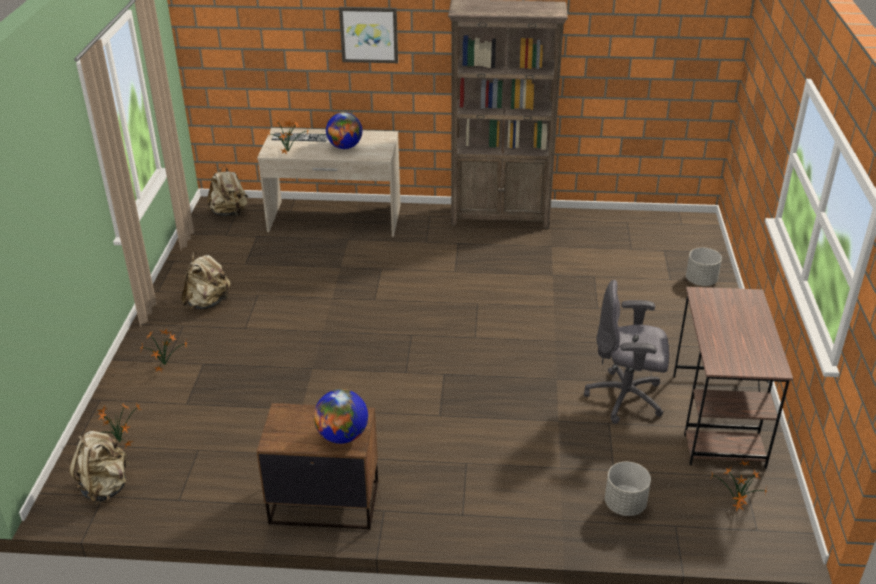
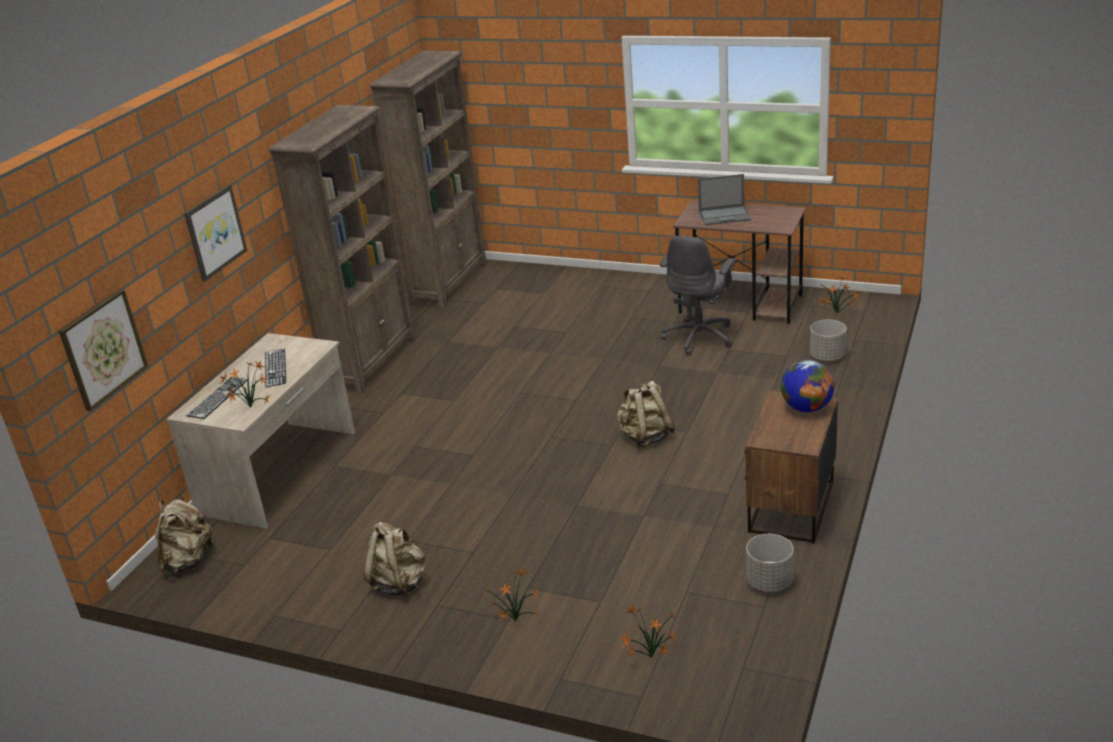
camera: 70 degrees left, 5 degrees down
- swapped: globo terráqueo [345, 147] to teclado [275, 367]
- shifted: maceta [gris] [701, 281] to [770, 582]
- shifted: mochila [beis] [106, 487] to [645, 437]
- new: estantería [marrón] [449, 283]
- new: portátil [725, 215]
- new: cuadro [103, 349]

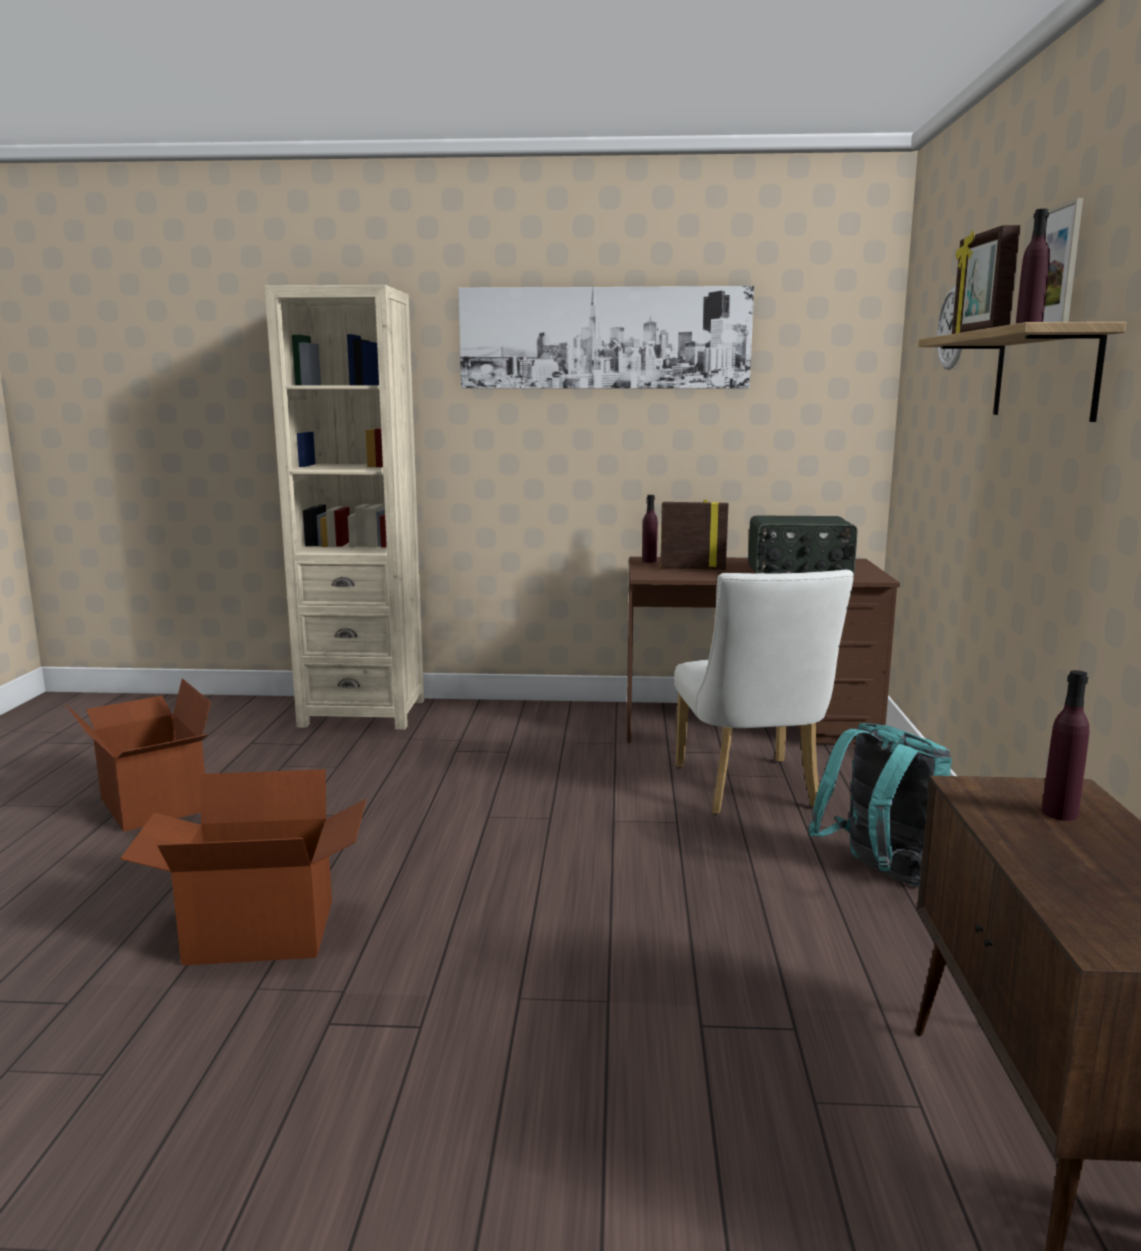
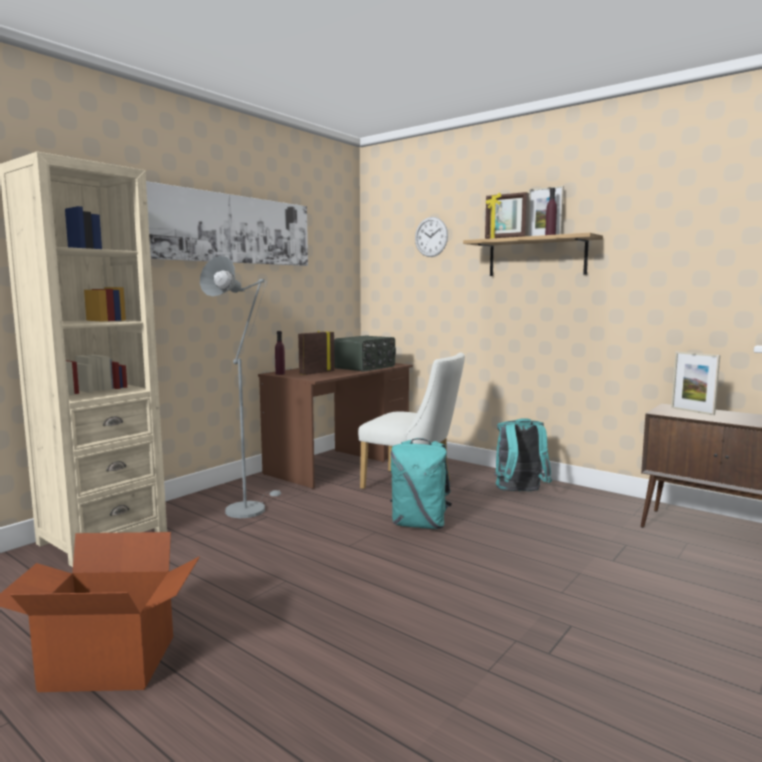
camera: 55 degrees left, 5 degrees down
- swapped: botella [morado] [1059, 813] to portarretratos [692, 411]
- gone: caja de cartón [260, 934]
- new: lámpara de pie [gris] [249, 507]
- new: mochila [turquesa] [420, 524]

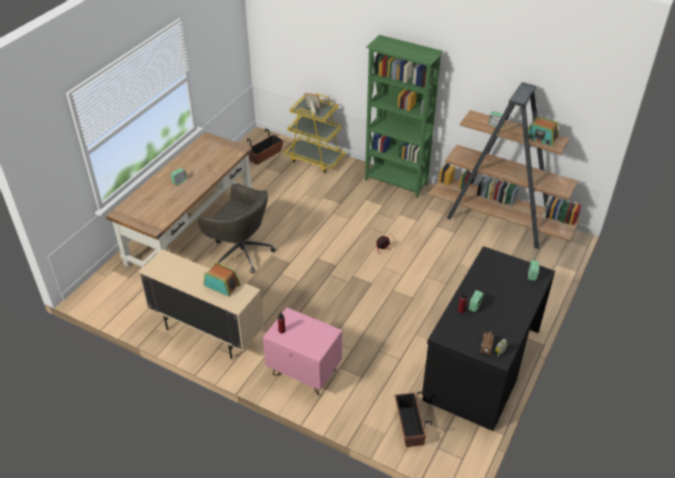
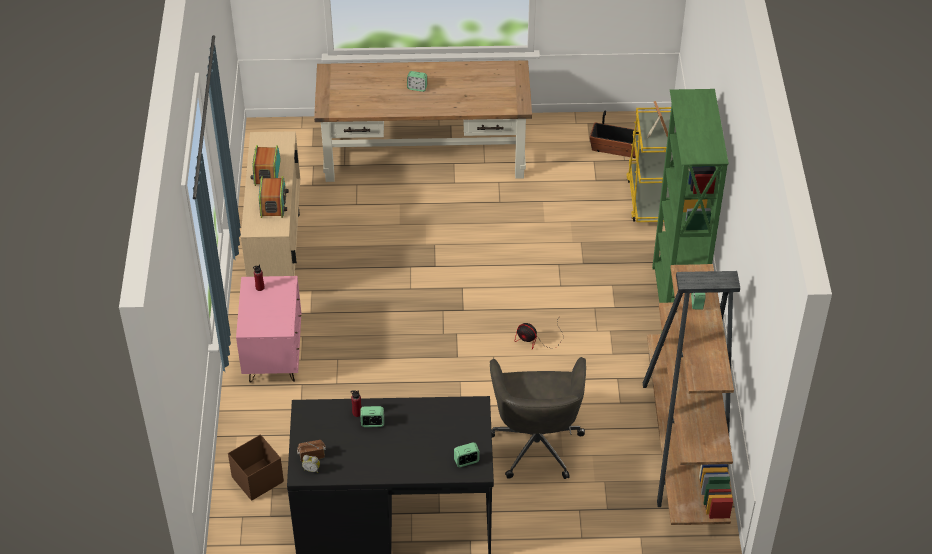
camera: 60 degrees right, 5 degrees up
- shifted: radio [541, 138] to [266, 172]
- shifted: silla de oficina [gris] [241, 252] to [536, 442]
- swapped: maceta [409, 426] to caja de almacenaje [marrón] [257, 480]

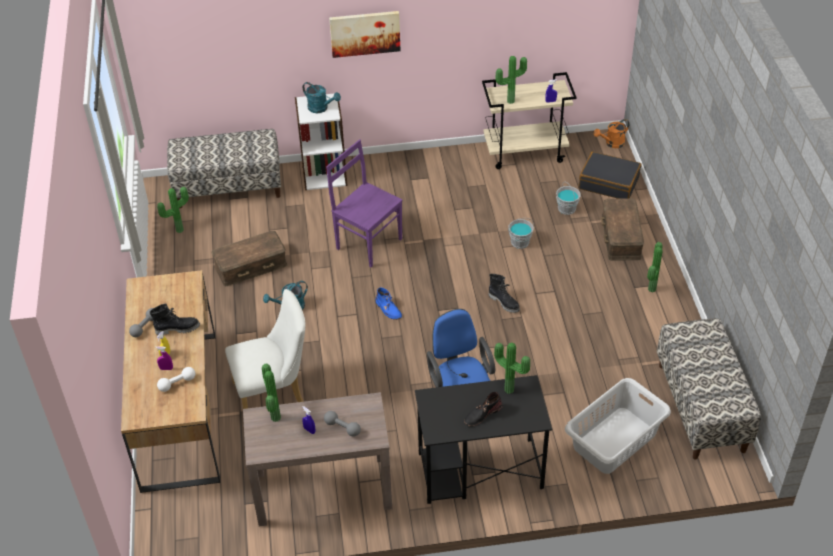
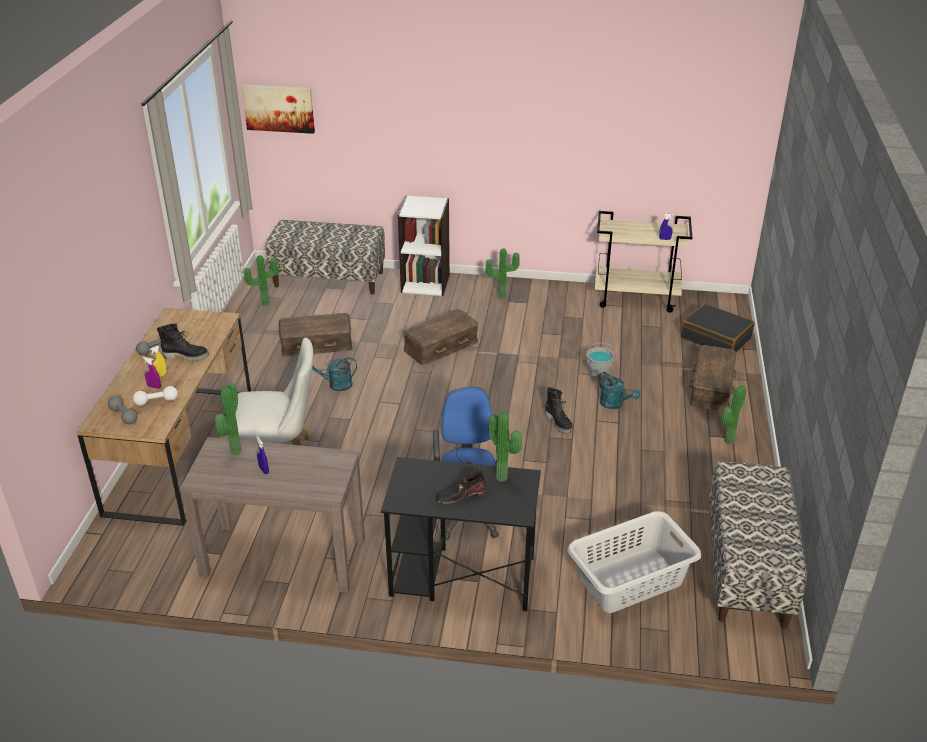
camera: 15 degrees right, 10 degrees down
- shifted: cuadro [365, 33] to [279, 108]
- shifted: planta en maceta [510, 100] to [501, 296]
- shifted: regadera [turquesa] [321, 108] to [614, 404]
- gone: regadera [naranja] [612, 144]
- swapped: silla [morado] [367, 243] to caja de almacenaje [marrón] [440, 345]
- gone: cubo [gris] [567, 208]
- gone: bota [azul] [388, 309]
- shifted: mancuerna [gris] [342, 428] to [123, 416]

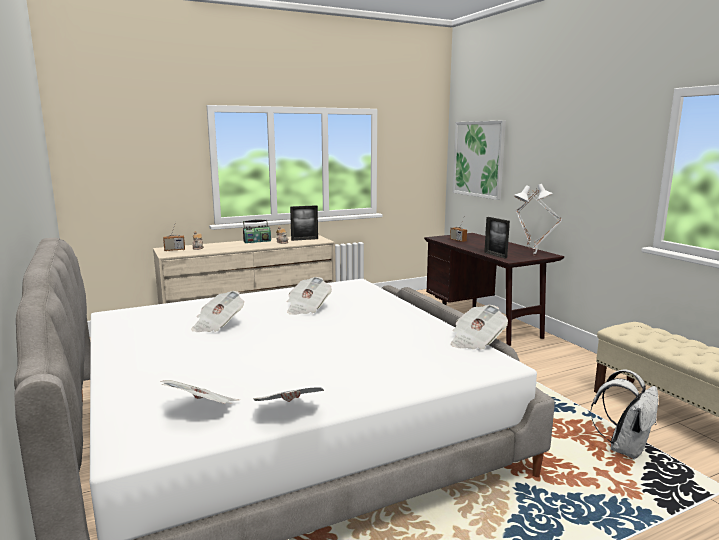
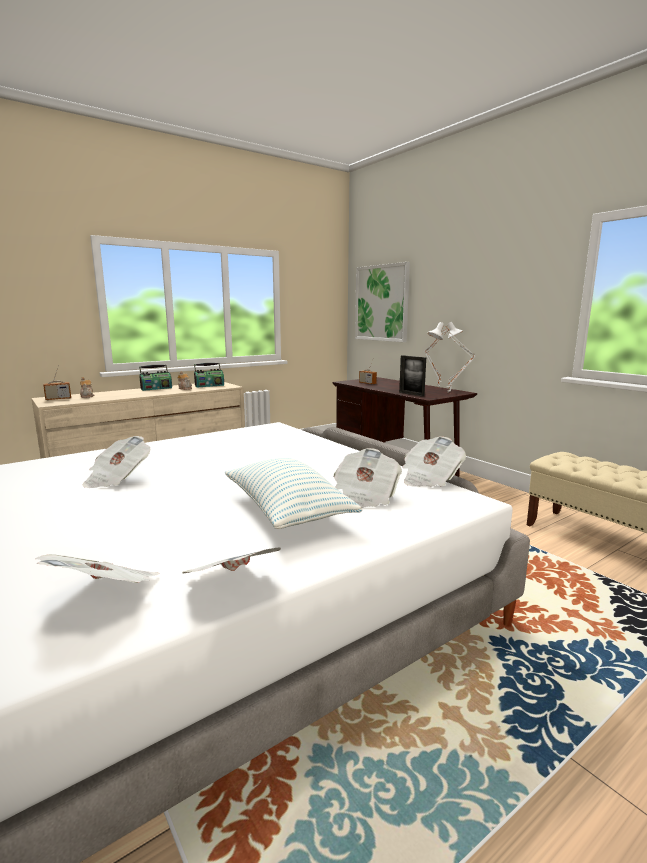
camera: 10 degrees left, 0 degrees up
- swapped: portarretratos [304, 239] to radio [209, 385]
- shifted: periódico [307, 308] to [365, 496]
- gone: mochila [blanco] [624, 448]
- new: cojín [287, 510]

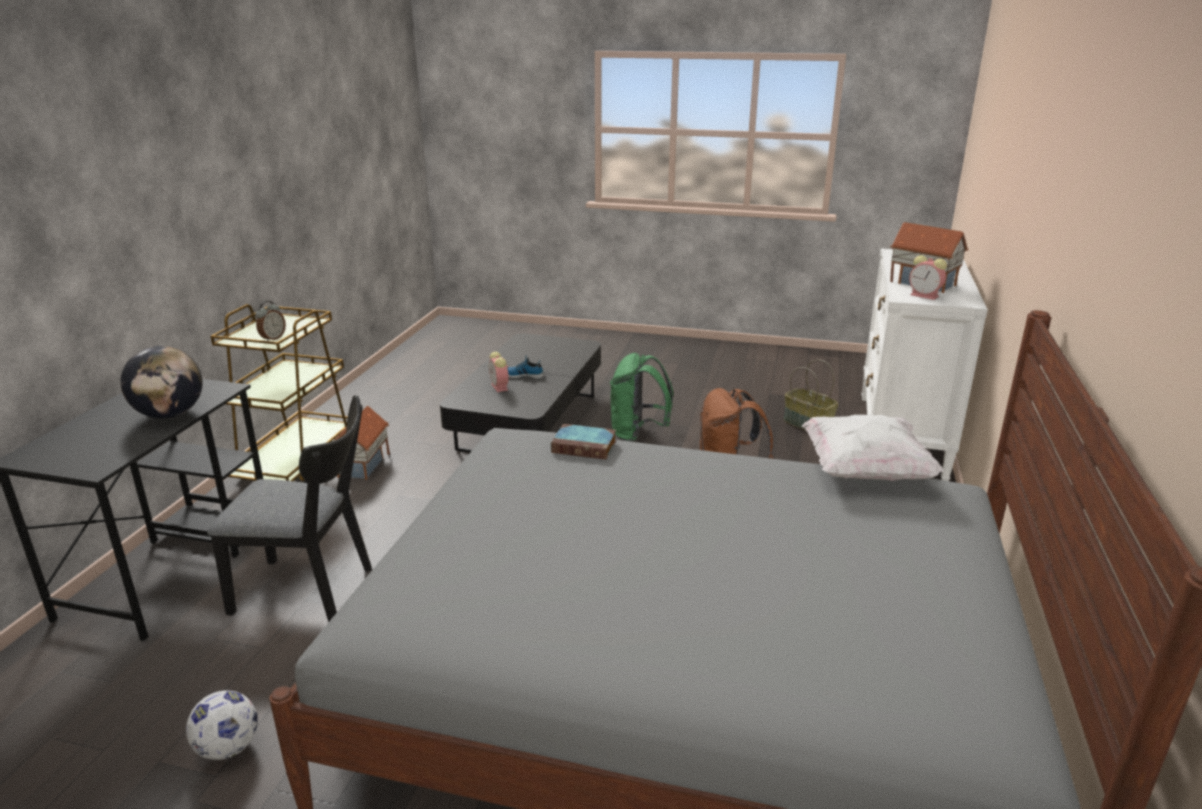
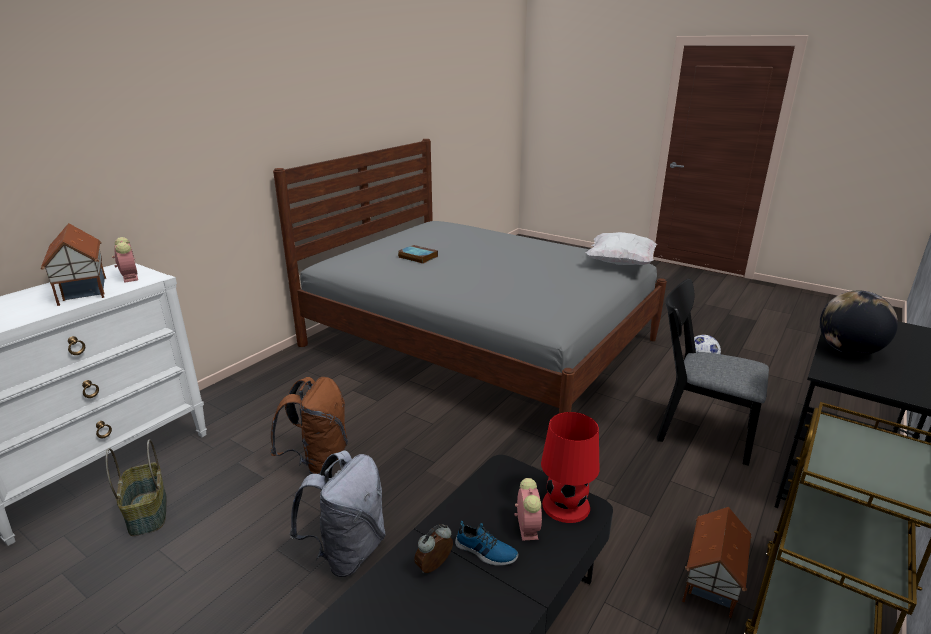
camera: 160 degrees left, 0 degrees up
- shifted: despertador [272, 338] to [435, 567]
- repainted: mochila [verde] [638, 434] to mochila [gris] [347, 551]
- shifted: cojín [blanco] [864, 471] to [620, 264]
- shifted: libro [585, 446] to [417, 257]
- new: lámpara de mesa [rojo] [565, 504]

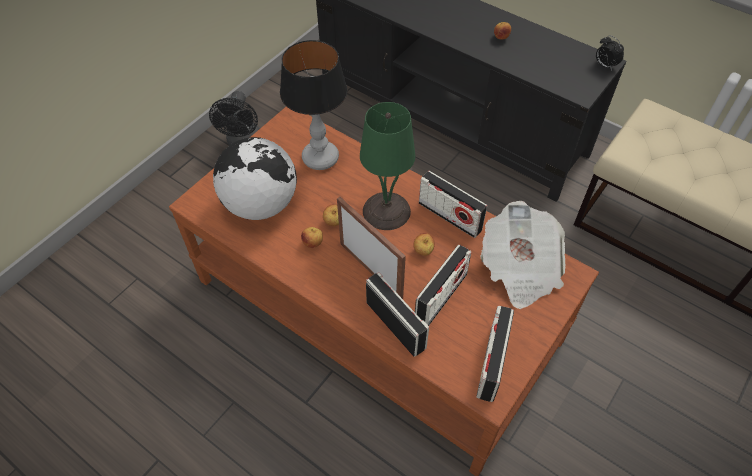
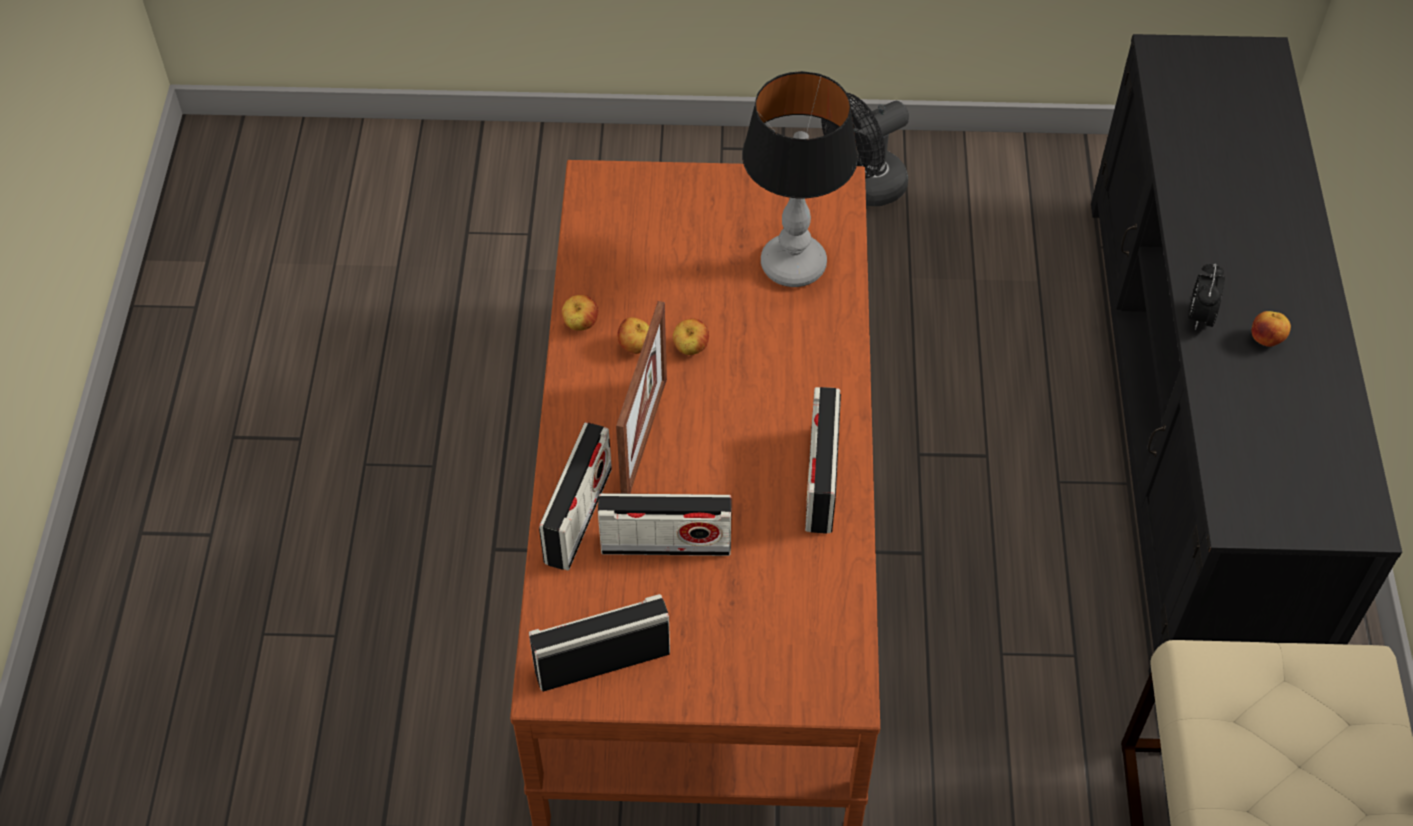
camera: 55 degrees right, 0 degrees up
- shifted: despertador [604, 65] to [1199, 316]
- gone: lámpara de mesa [verde] [385, 210]
- gone: globo terráqueo [260, 204]
- gone: periódico [520, 269]
- shifted: manzana [423, 251] to [580, 325]

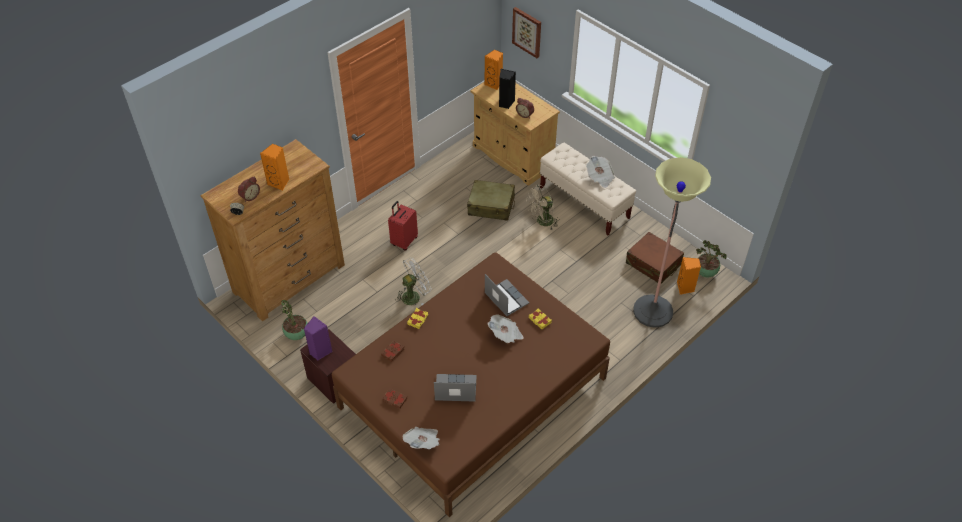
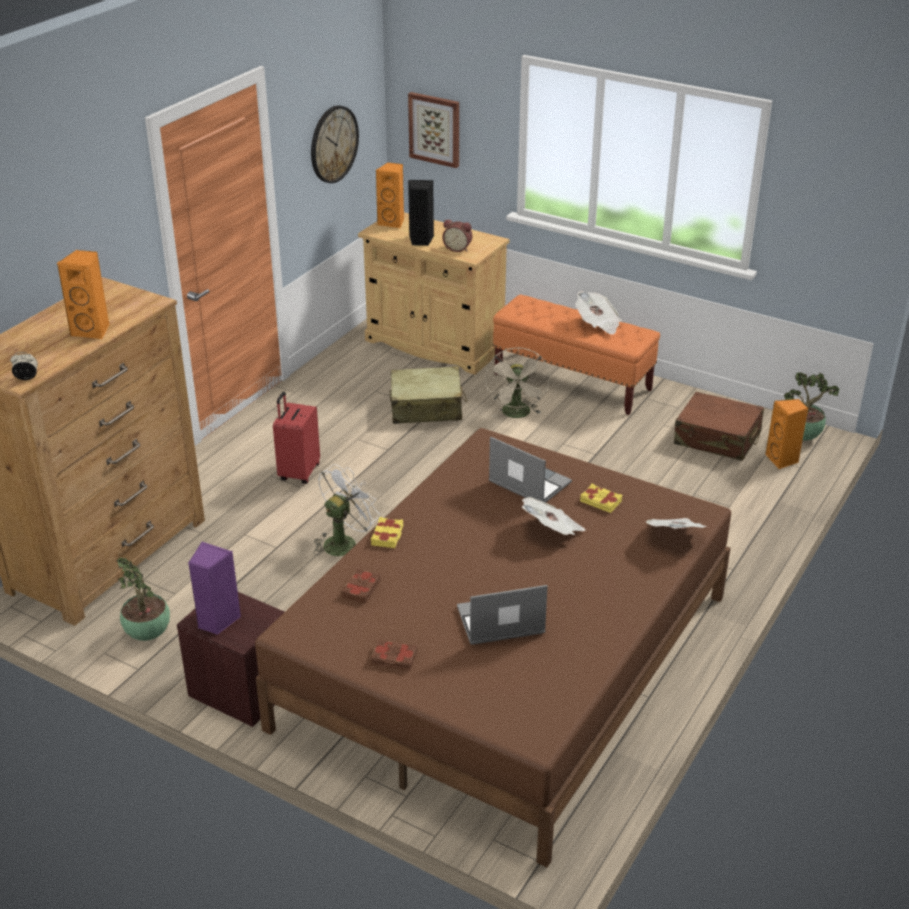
camera: 15 degrees left, 15 degrees down
- repainted: banco [beis] [584, 203] to banco [naranja] [572, 382]
- gone: lámpara de pie [652, 311]
- gone: despertador [249, 196]
- rotated: ventilador [beis] [542, 222] = [517, 415] 45 degrees counterclockwise
- shifted: periódico [423, 442] to [674, 536]
- new: reloj de pared [333, 144]

